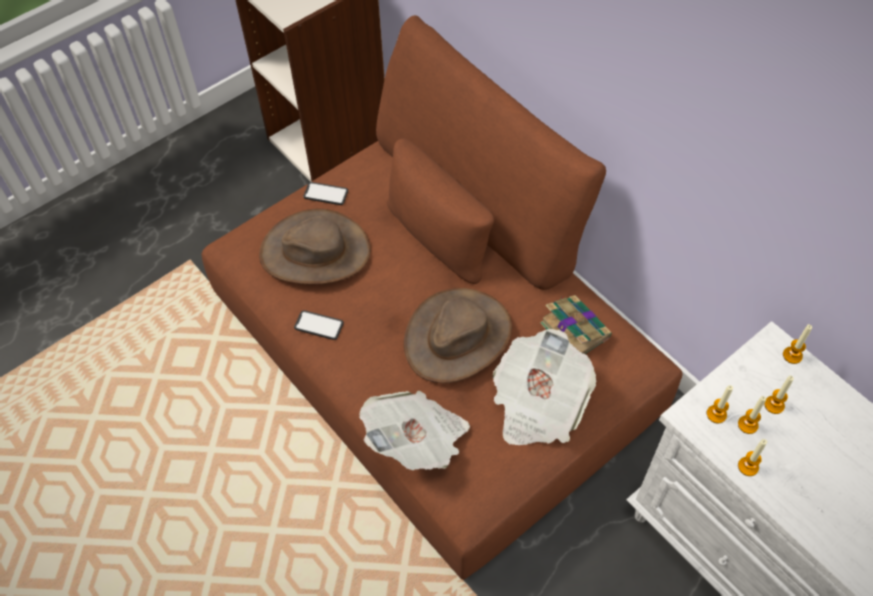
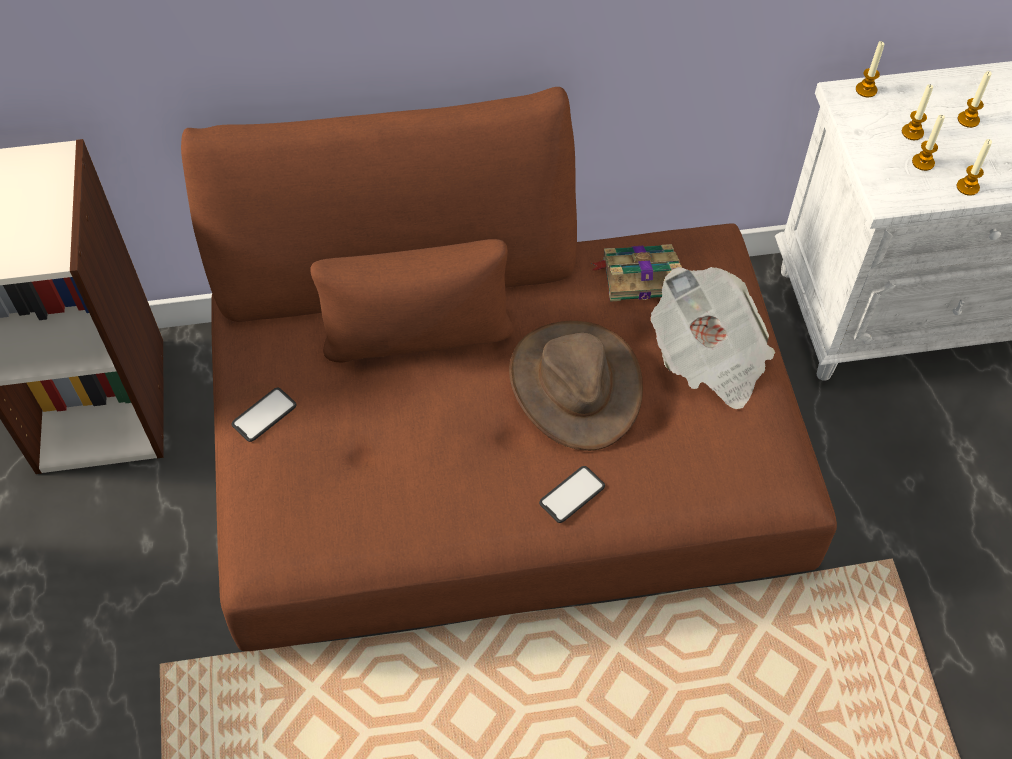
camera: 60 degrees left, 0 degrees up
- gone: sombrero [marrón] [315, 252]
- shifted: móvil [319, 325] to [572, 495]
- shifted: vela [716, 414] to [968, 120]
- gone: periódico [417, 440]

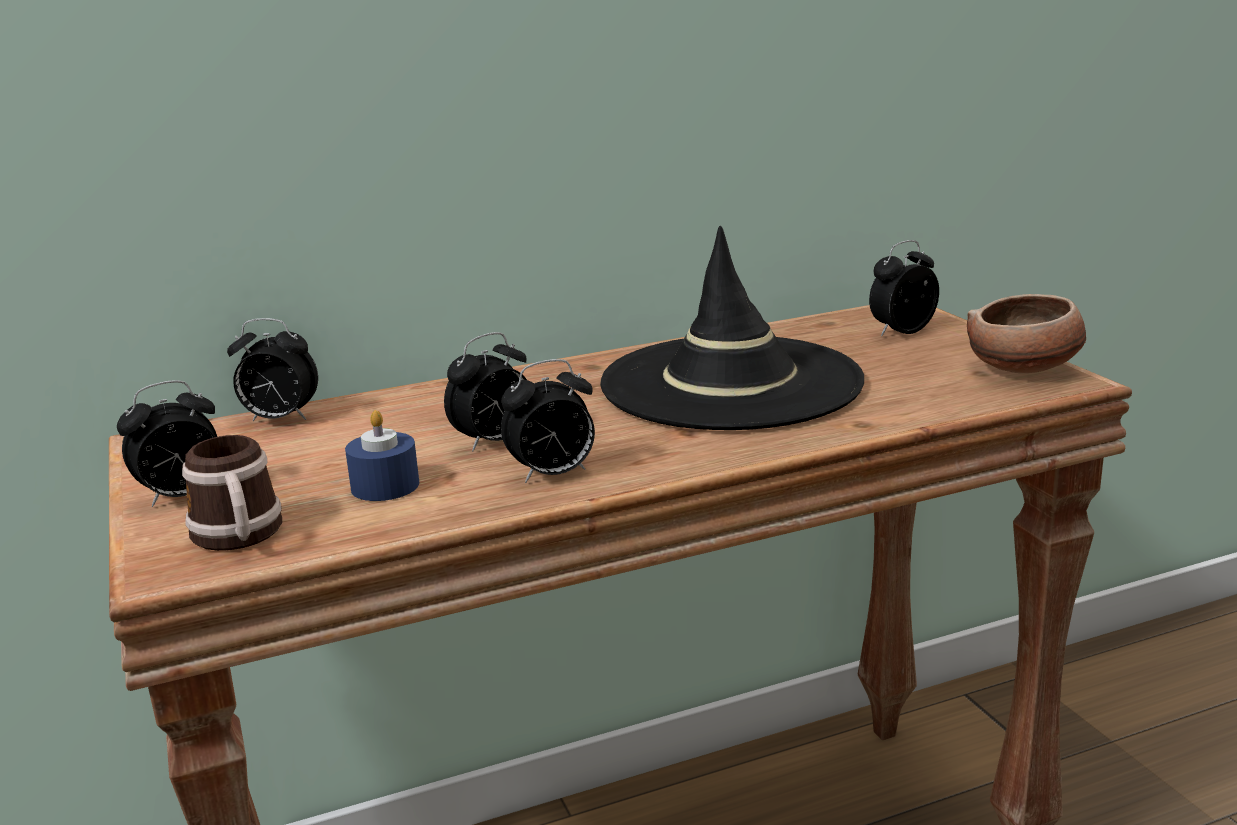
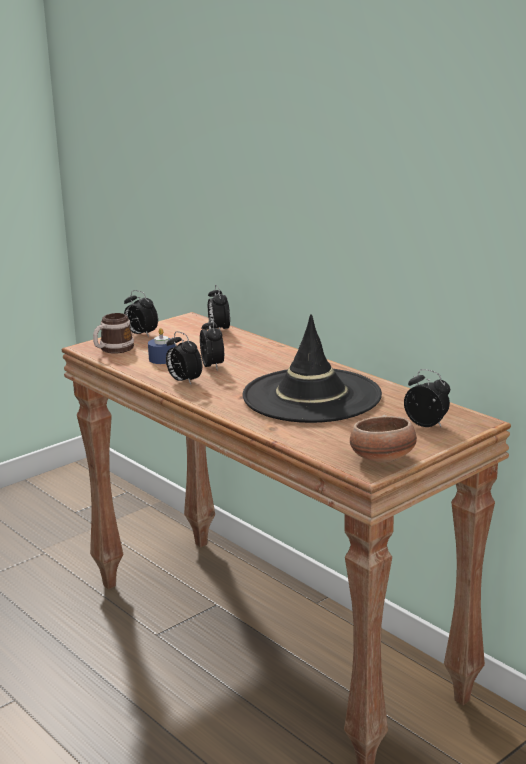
camera: 70 degrees right, 0 degrees up
- rotated: despertador [493, 442] = [213, 366] 135 degrees counterclockwise

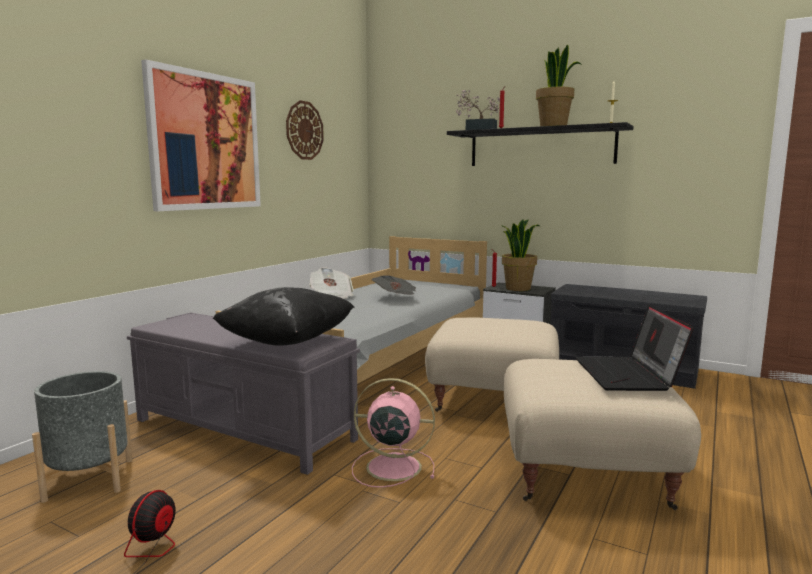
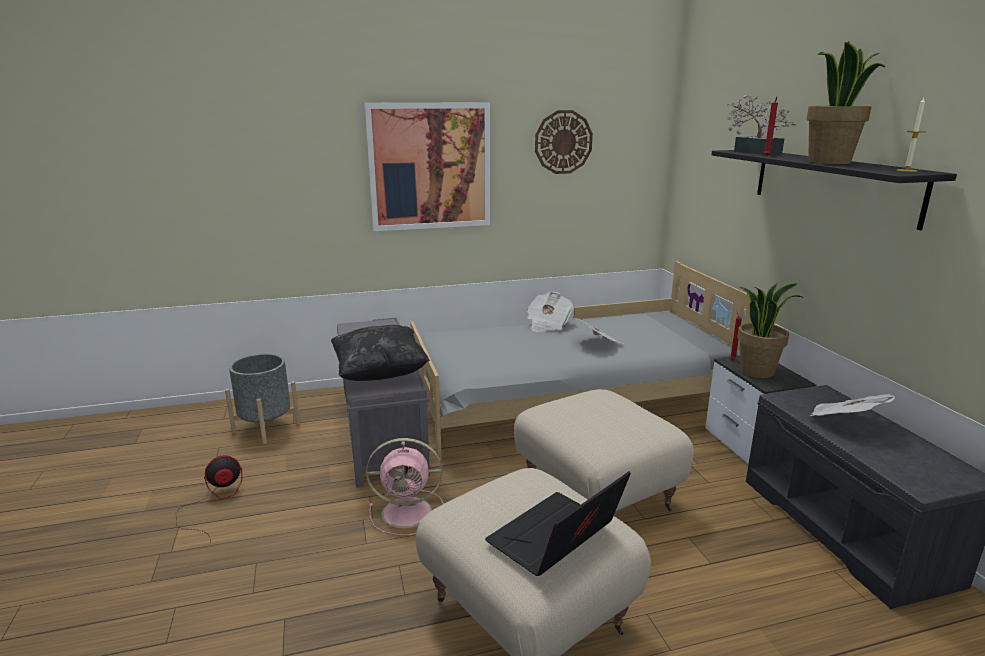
camera: 45 degrees right, 10 degrees up
- rotated: ventilador [rosa] [391, 467] = [409, 512] 120 degrees clockwise
- new: periódico [845, 422]

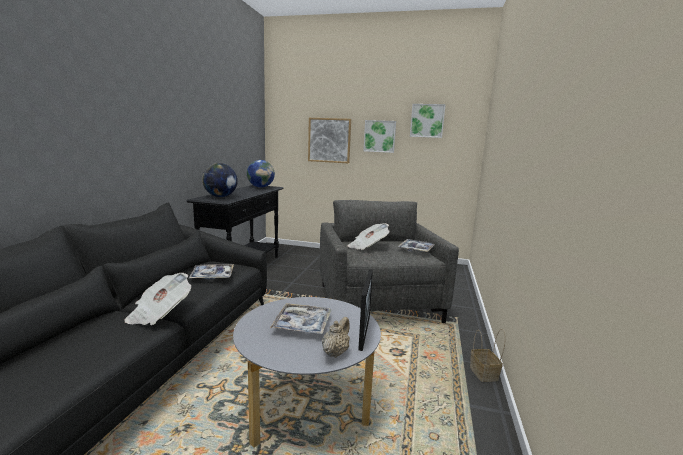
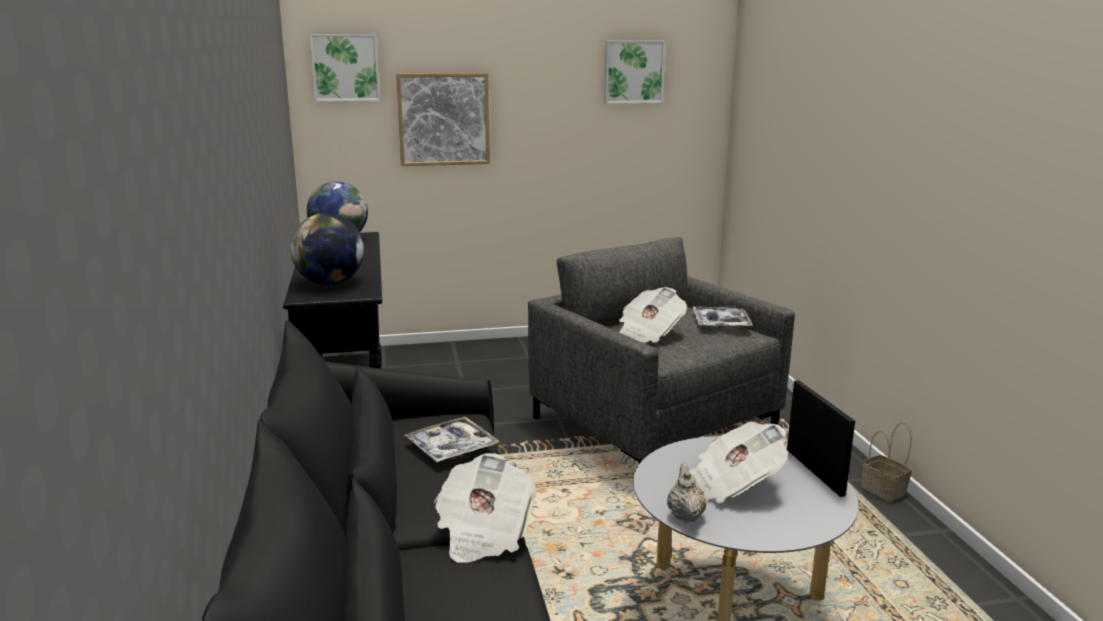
camera: 25 degrees left, 5 degrees up
- shifted: cuadro [379, 136] to [345, 67]
- swapped: bandeja [302, 324] to periódico [731, 485]
- shifted: tetera [beis] [335, 352] to [685, 515]

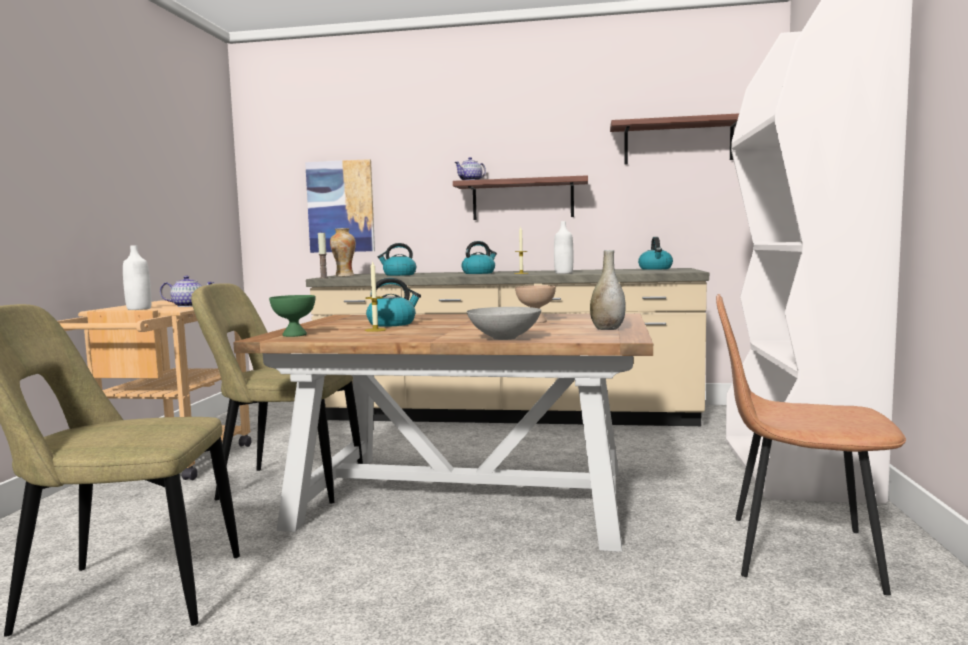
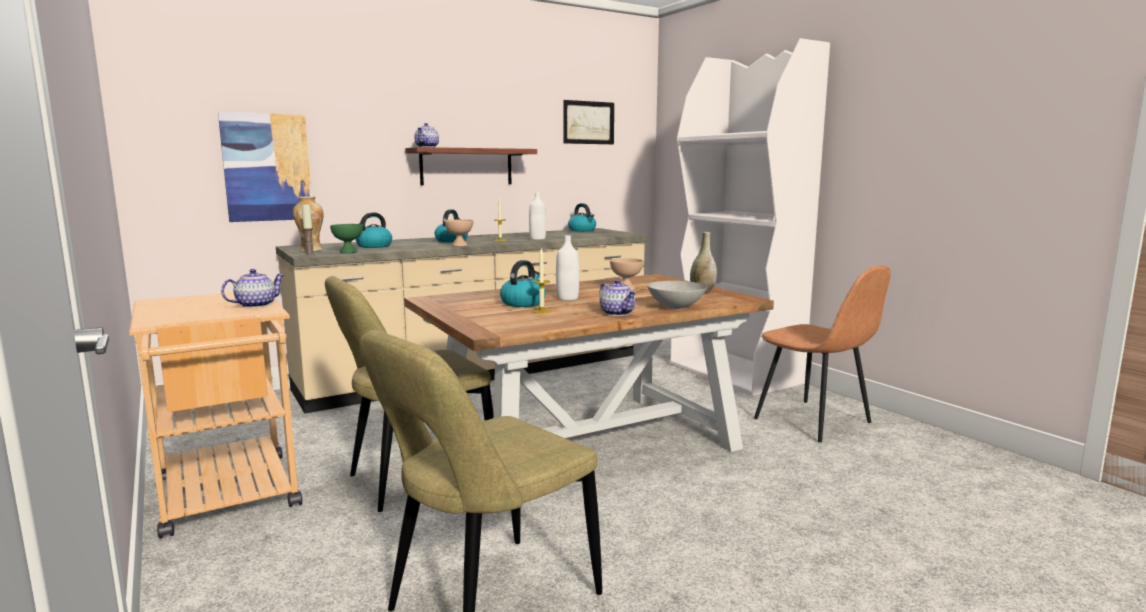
camera: 40 degrees left, 5 degrees up
- swapped: estante [678, 142] to cuadro [588, 122]
- shifted: botella [blanco] [139, 309] to [567, 298]
- rotated: silla [marrón] [797, 552] = [814, 421] 105 degrees counterclockwise
- shifted: cuenco [verde] [295, 335] to [348, 252]
- new: cuenco [beis] [460, 245]
- new: tetera [617, 313]

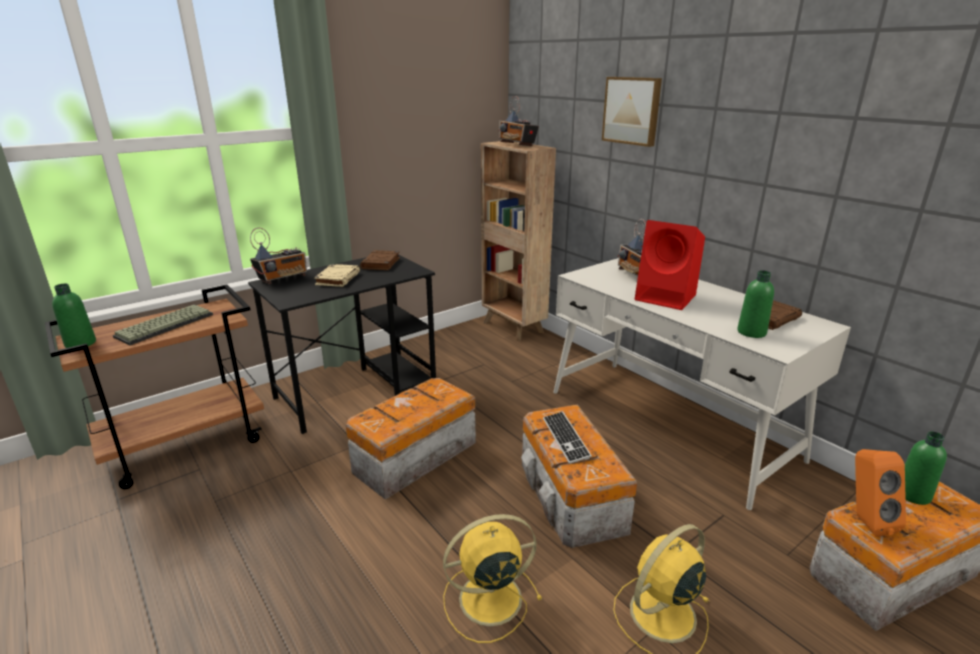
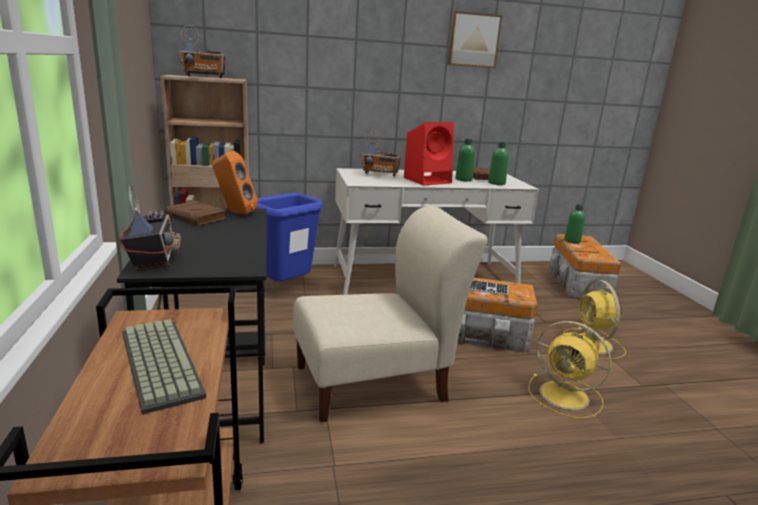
camera: 65 degrees left, 5 degrees down
- shifted: cuadro [632, 110] to [473, 40]
- gone: libro [beis] [338, 278]
- shifted: botella [verde] [80, 343] to [463, 179]
- swapped: caja de almacenaje [412, 457] to silla [beis] [376, 382]
- shifted: altavoz [naranja] [865, 521] to [234, 212]
- rotated: ventilador [amarillo] [487, 599] = [566, 396] 60 degrees counterclockwise
- new: papelera [azul] [286, 287]

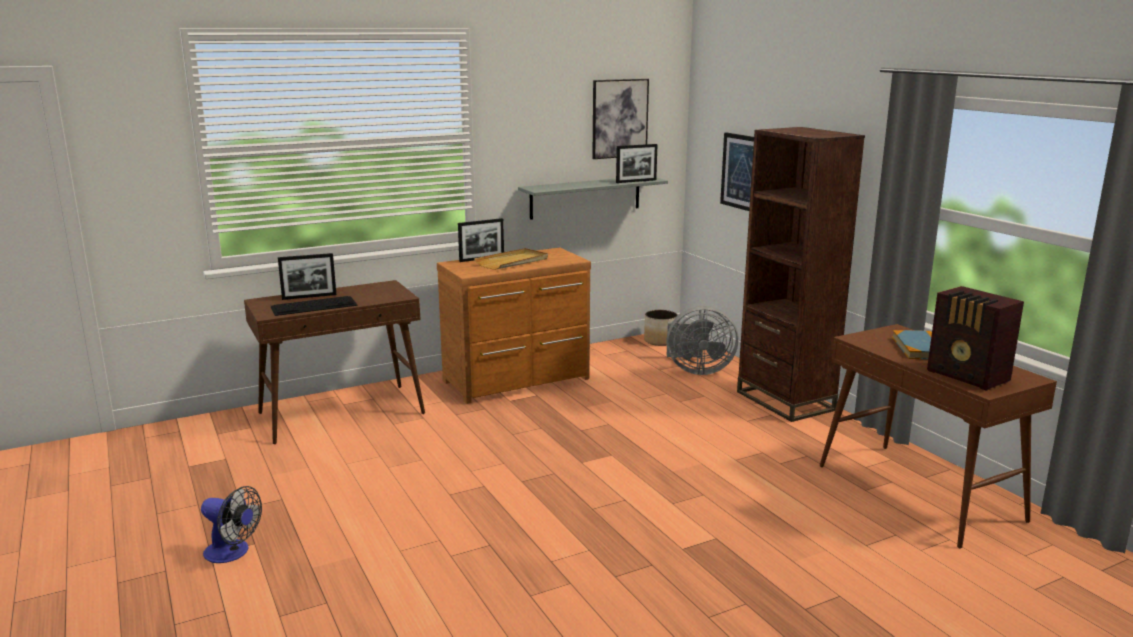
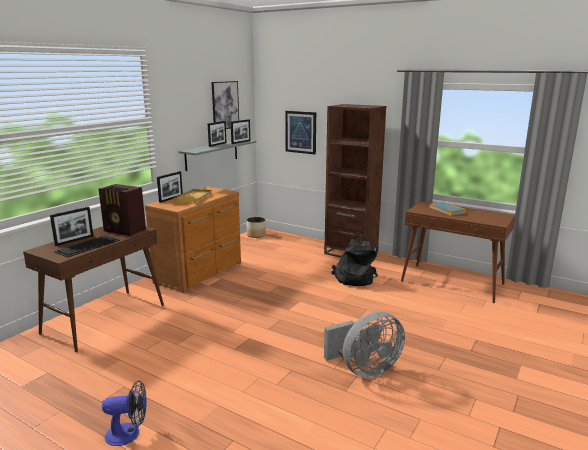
camera: 30 degrees left, 0 degrees up
- shifted: radio [968, 377] to [125, 231]
- shifted: ventilador [gris] [697, 370] to [365, 370]
- new: portarretratos [217, 144]
- new: mochila [negro] [353, 278]

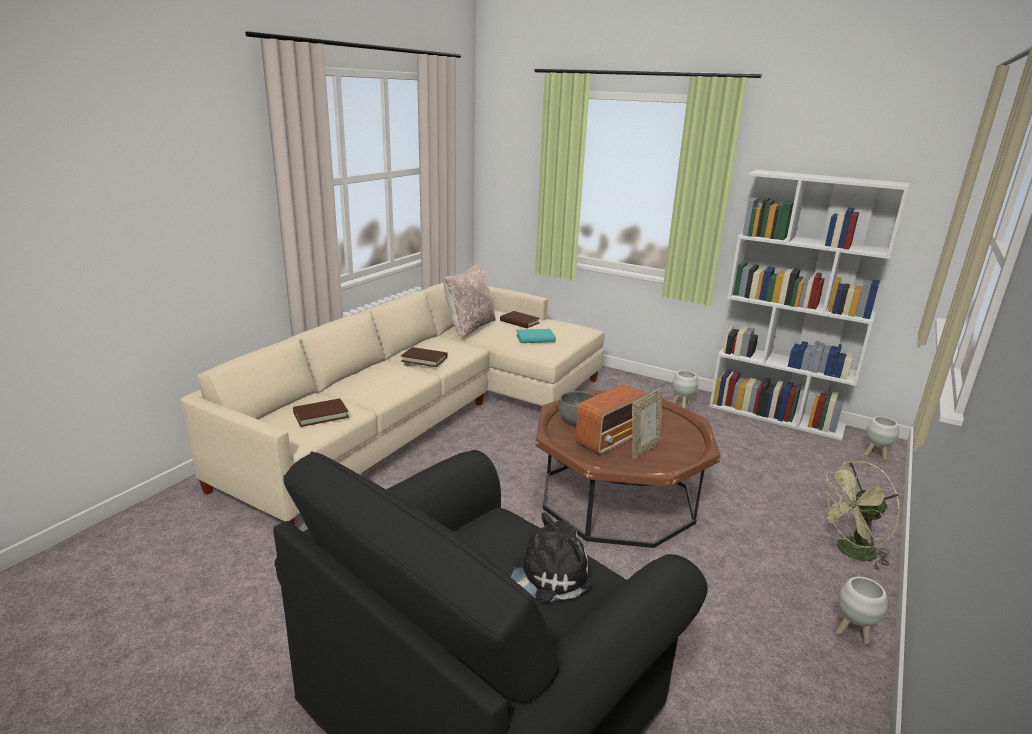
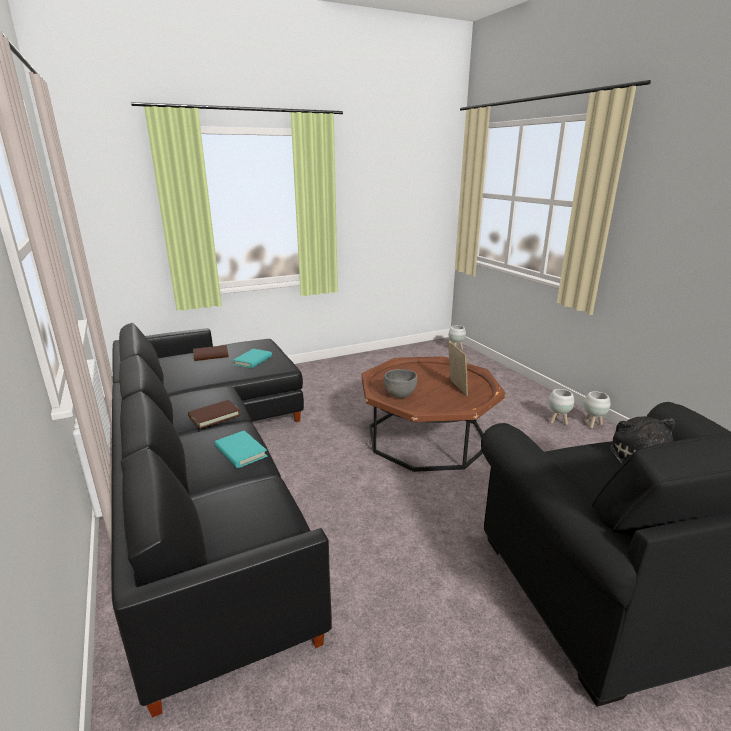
camera: 55 degrees left, 0 degrees up
- gone: estantería [blanco] [776, 416]
- gone: cojín [beis] [469, 327]
- repainted: sofá [beis] [432, 411] to sofá [negro] [210, 469]
- shifted: maceta [blanco] [682, 405] to [557, 421]
- gone: radio [611, 439]
- gone: libro [marrón] [321, 415]
- gone: ventilador [verde] [850, 552]
- new: libro [turquesa] [240, 452]

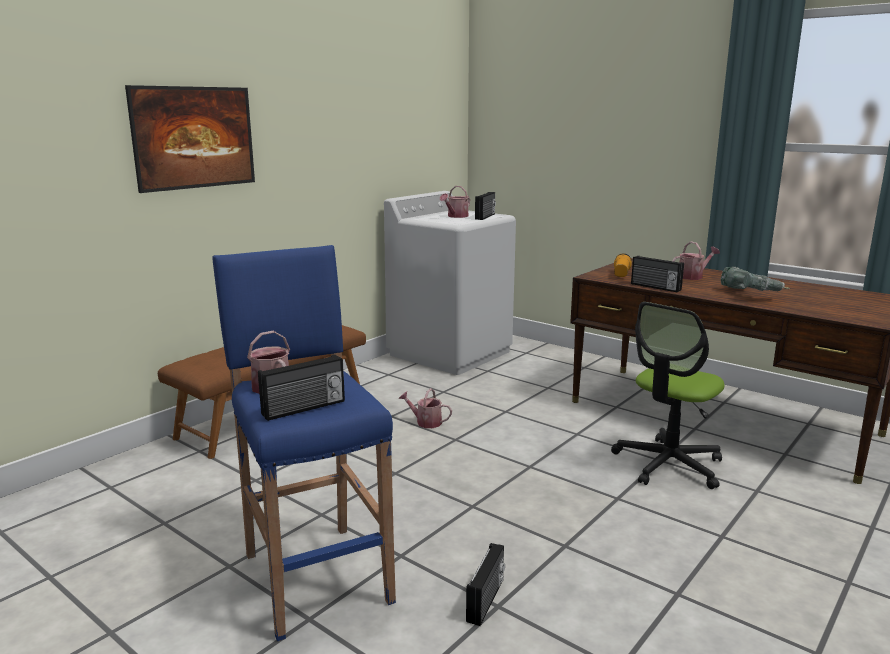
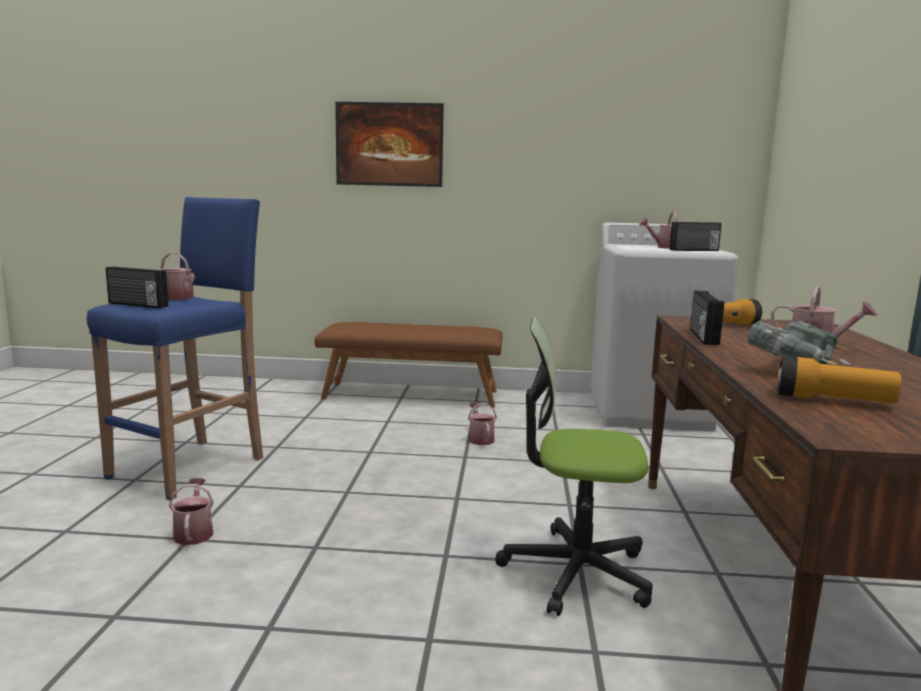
camera: 55 degrees right, 5 degrees down
- swapped: radio [486, 600] to regadera [194, 532]
- new: linterna [833, 400]

